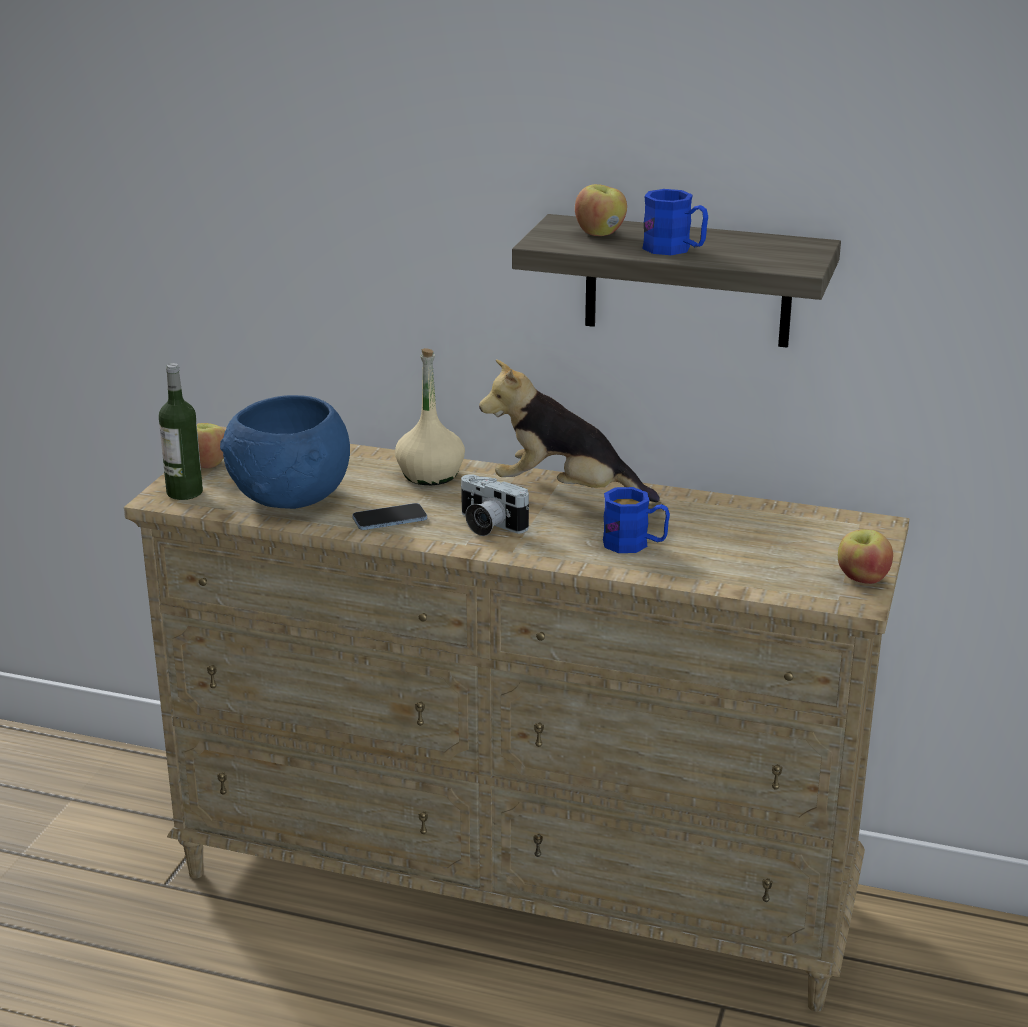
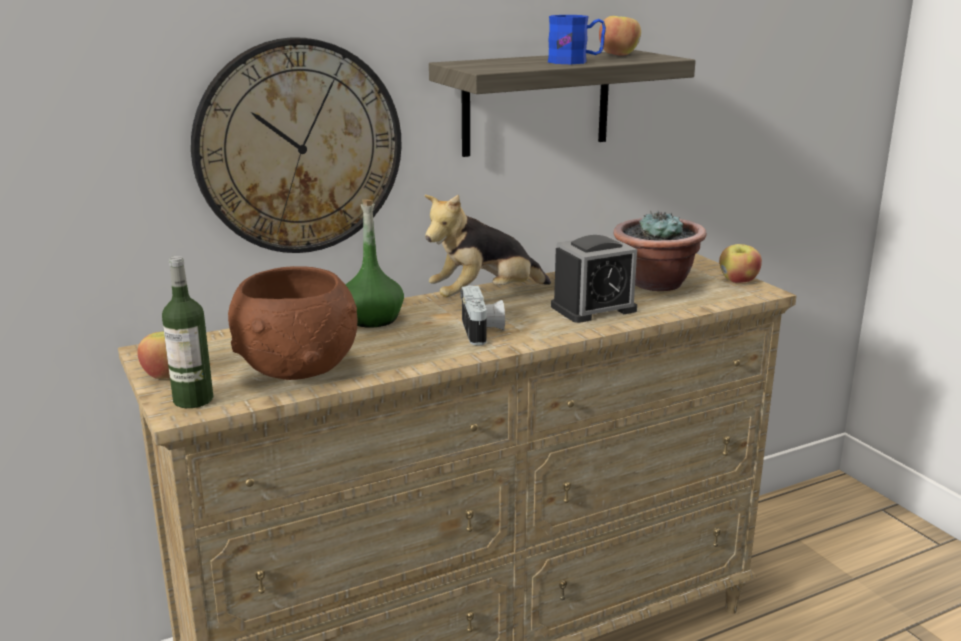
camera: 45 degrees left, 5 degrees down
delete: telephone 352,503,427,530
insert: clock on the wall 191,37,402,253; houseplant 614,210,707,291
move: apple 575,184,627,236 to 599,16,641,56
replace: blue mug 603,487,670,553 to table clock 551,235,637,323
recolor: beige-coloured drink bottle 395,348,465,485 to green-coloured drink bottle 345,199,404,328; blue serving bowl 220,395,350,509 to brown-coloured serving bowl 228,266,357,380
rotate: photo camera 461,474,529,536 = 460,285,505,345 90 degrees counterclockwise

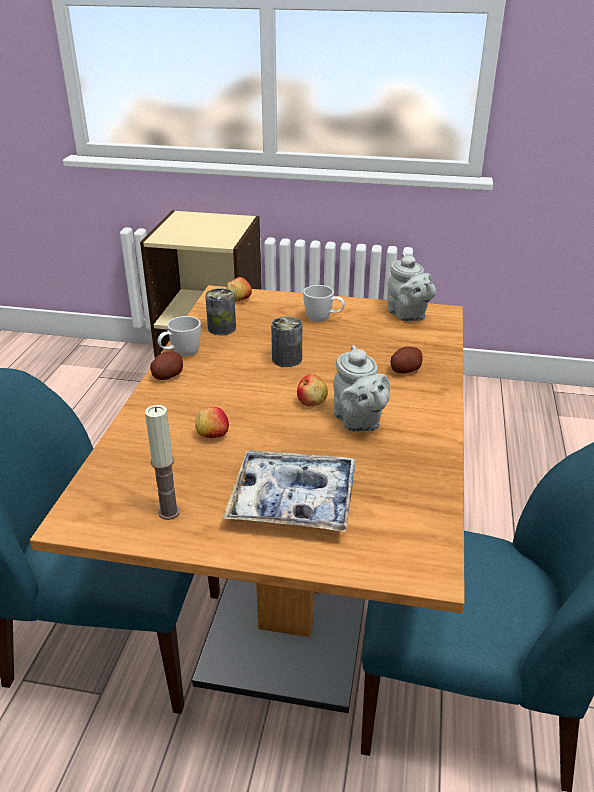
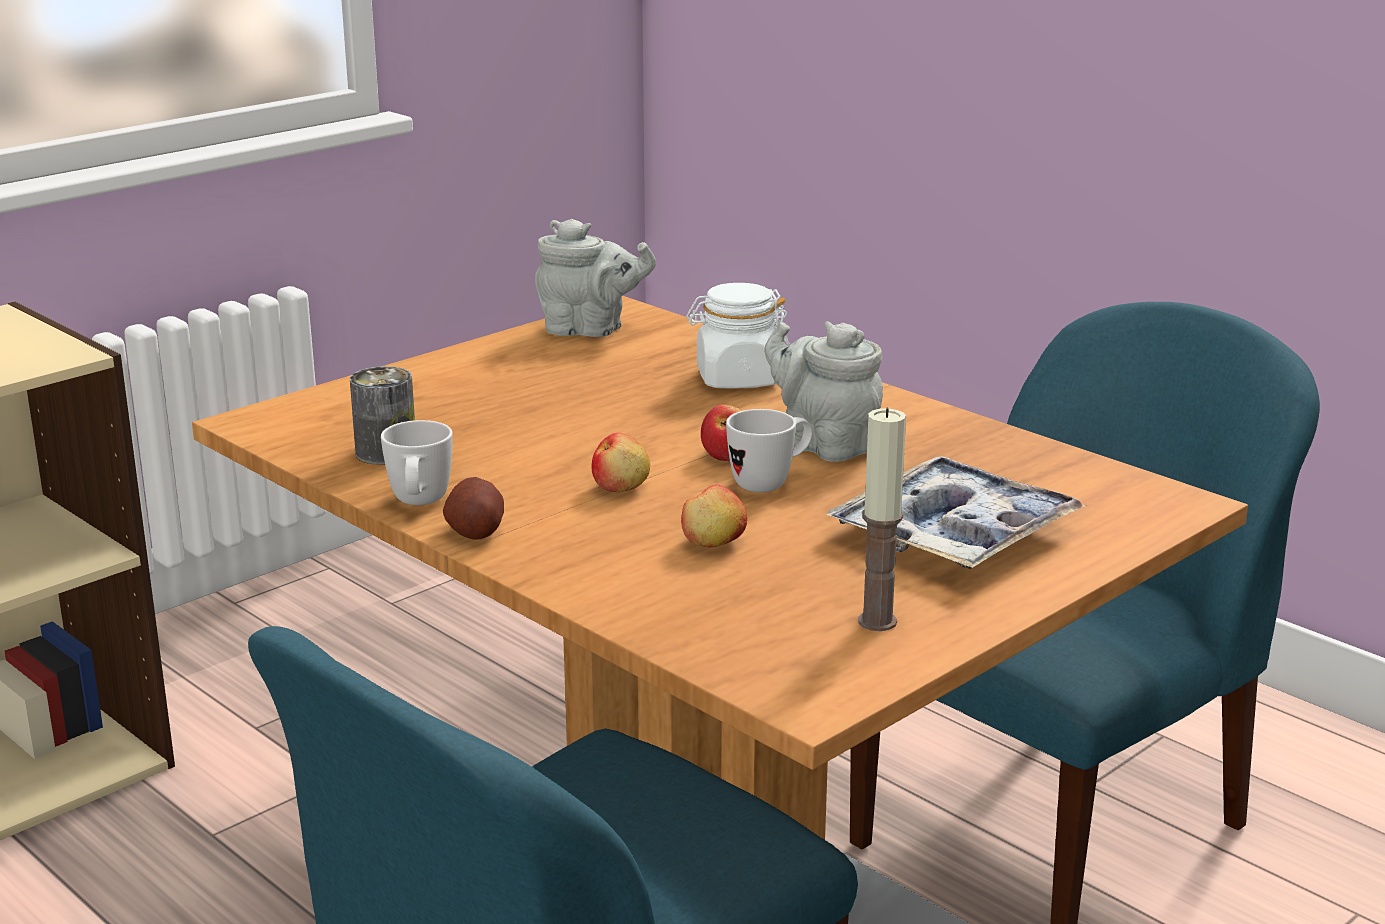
camera: 55 degrees left, 10 degrees down
delete: sealed can 271,316,302,367
move: apple 226,277,252,301 to 592,433,650,492; white mug 303,285,345,322 to 726,409,812,493
replace: whole potato 390,346,422,374 to white storage jar 686,283,790,389
rotate: greyish pot for tea 333,345,390,432 = 764,321,883,462 150 degrees counterclockwise

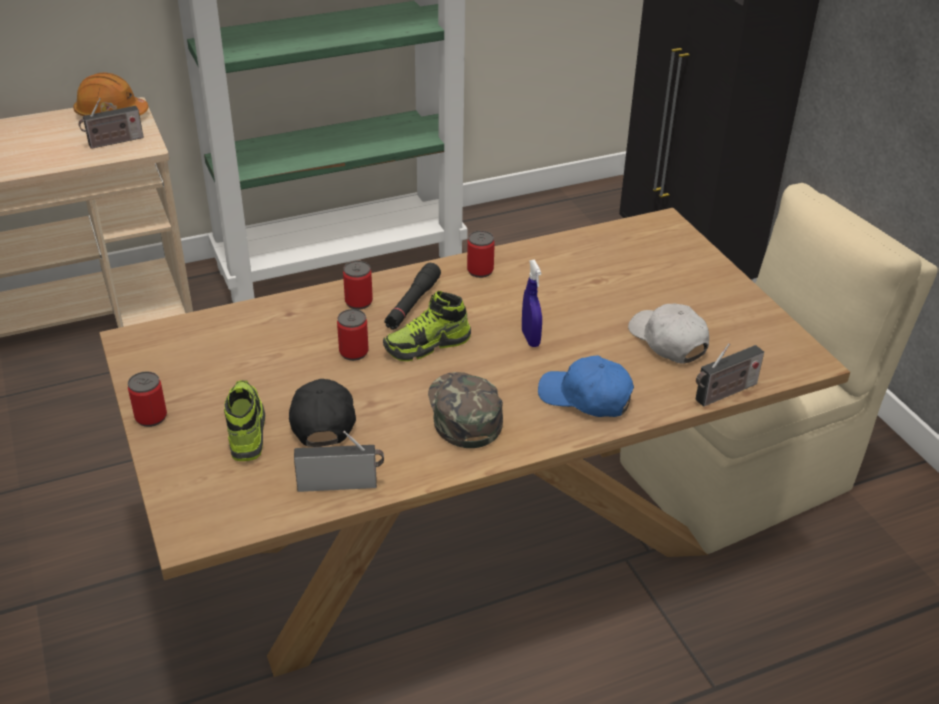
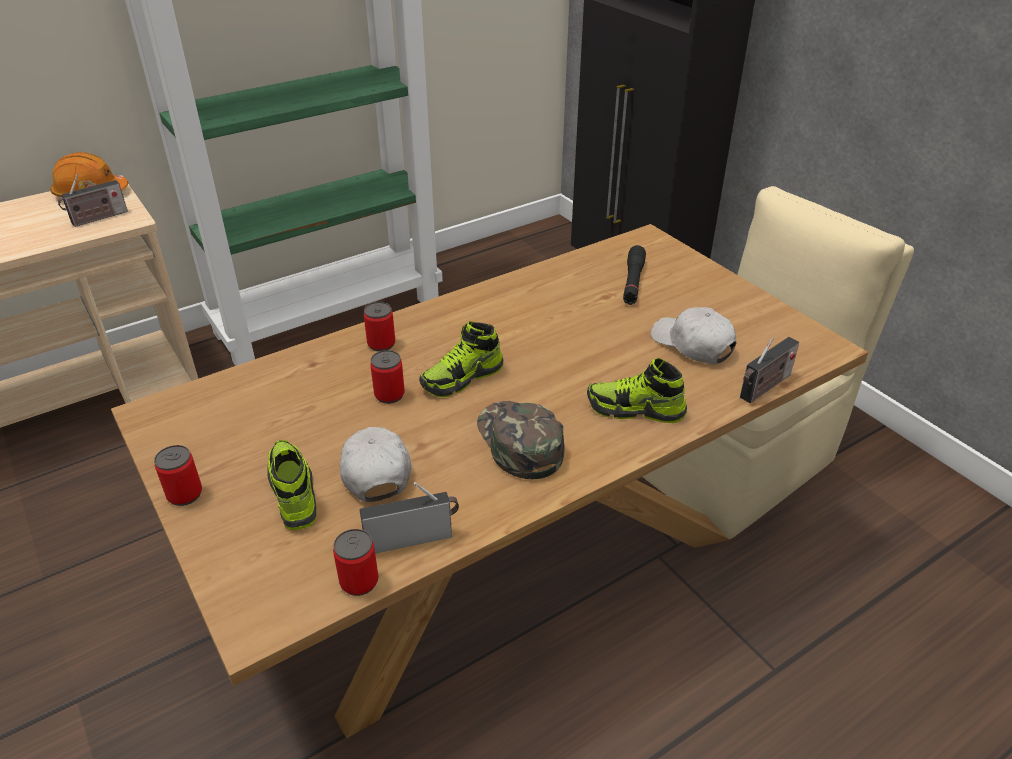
camera: 10 degrees left, 0 degrees up
delete: blue spray bottle 522,260,542,347
move: sealed can 467,231,495,278 to 333,529,379,596; black-coloured flashlight 384,263,441,330 to 623,245,646,305
replace: blue peaked cap 538,355,634,417 to item of footwear 587,358,687,423
recolor: black-coloured peaked cap 289,379,356,447 to white peaked cap 340,427,412,502

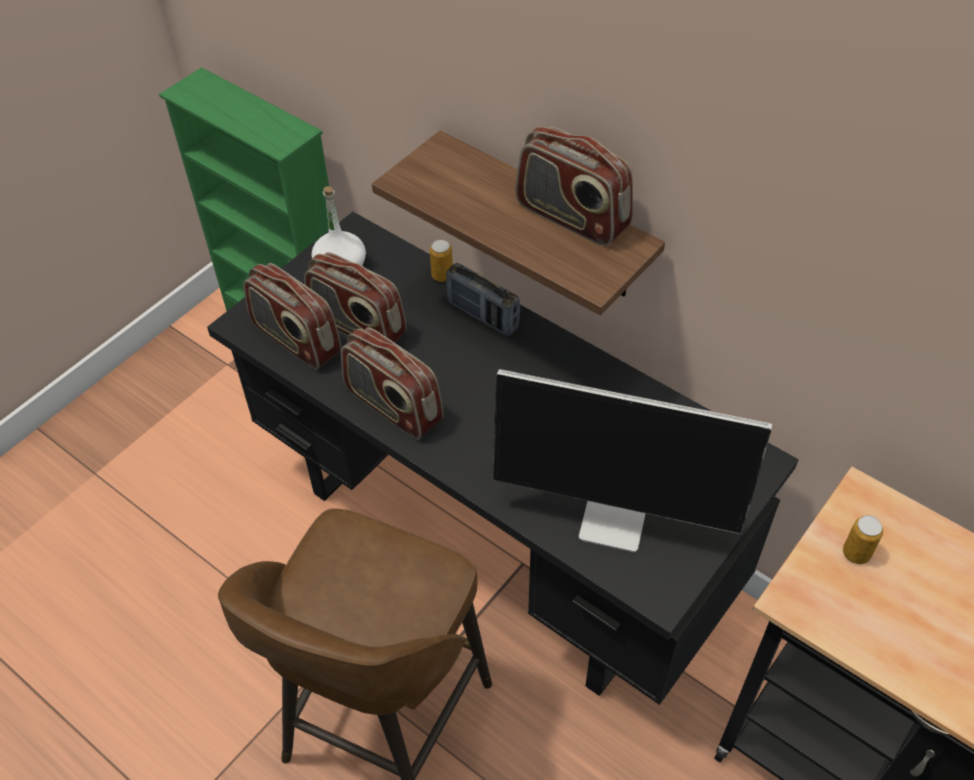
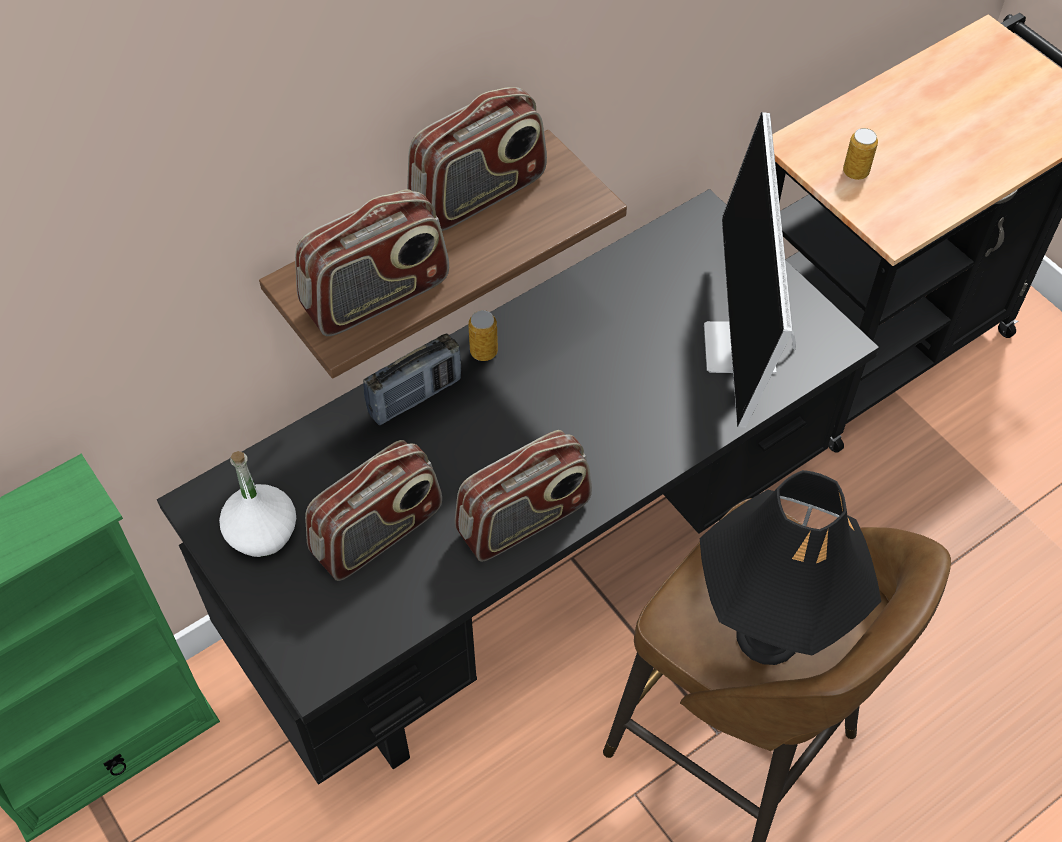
camera: 75 degrees left, 5 degrees up
insert: black-coloured lamp for a table 700,470,881,665
move: sealed can 430,240,453,282 to 468,310,498,361; radio receiver 243,263,342,370 to 295,189,449,336
rotate: monitor 492,369,772,552 = 704,112,796,428 150 degrees clockwise

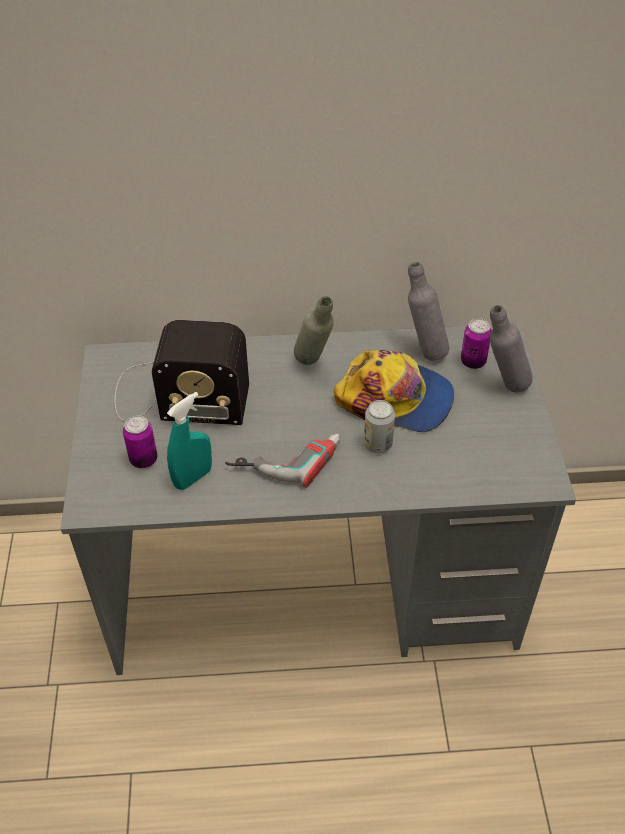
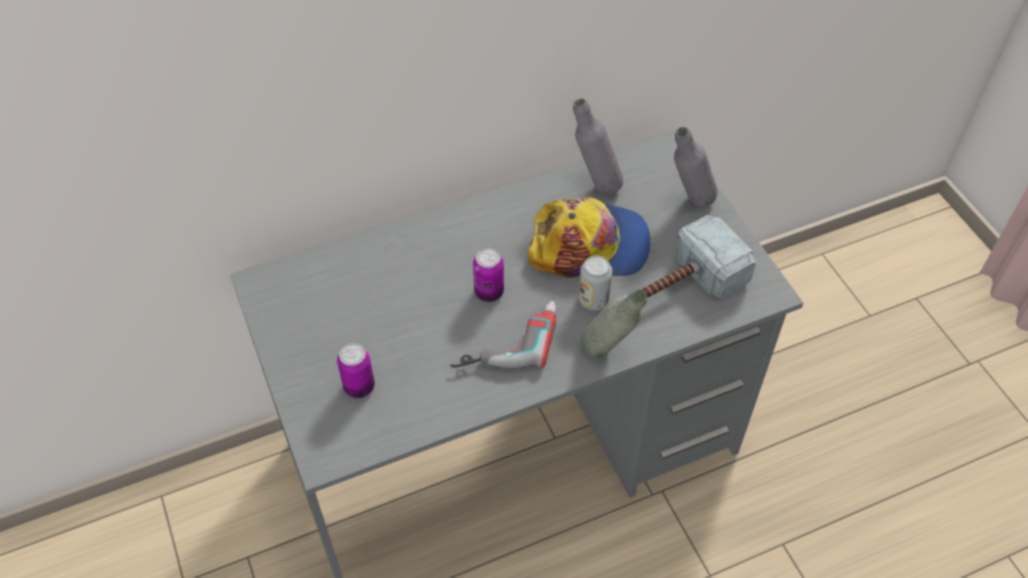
camera: 20 degrees left, 5 degrees up
delete: radio receiver 114,320,249,425; turquoise spray bottle 167,392,212,490
insert: tool hammer 624,215,756,298
move: greyish drink bottle 294,296,334,365 to 581,289,647,357; sealed can 461,318,492,369 to 473,248,504,302

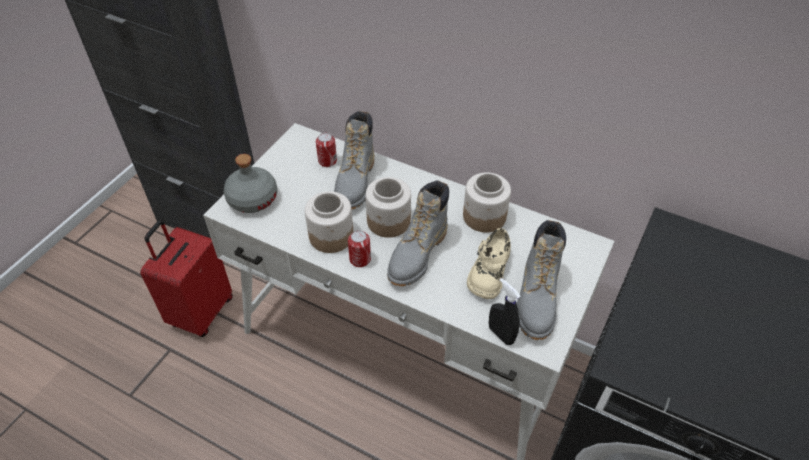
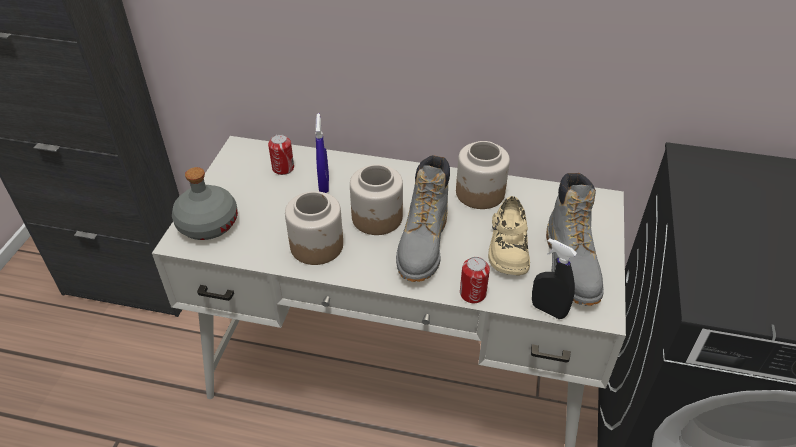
camera: 15 degrees left, 5 degrees down
delete: red-coloured travel case 140,220,233,337
move: sealed can 348,230,371,267 to 460,257,490,303
replace: greyish boot 334,111,374,209 to blue spray bottle 315,113,329,193

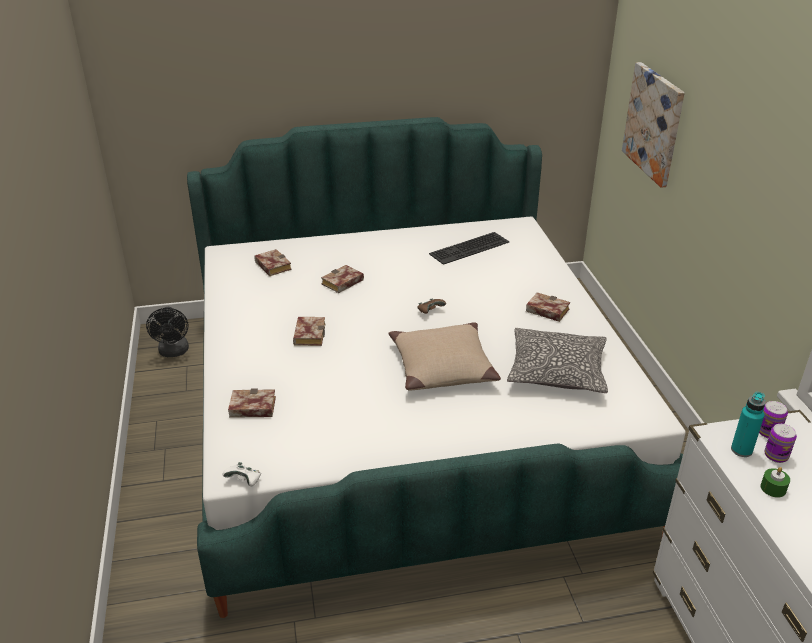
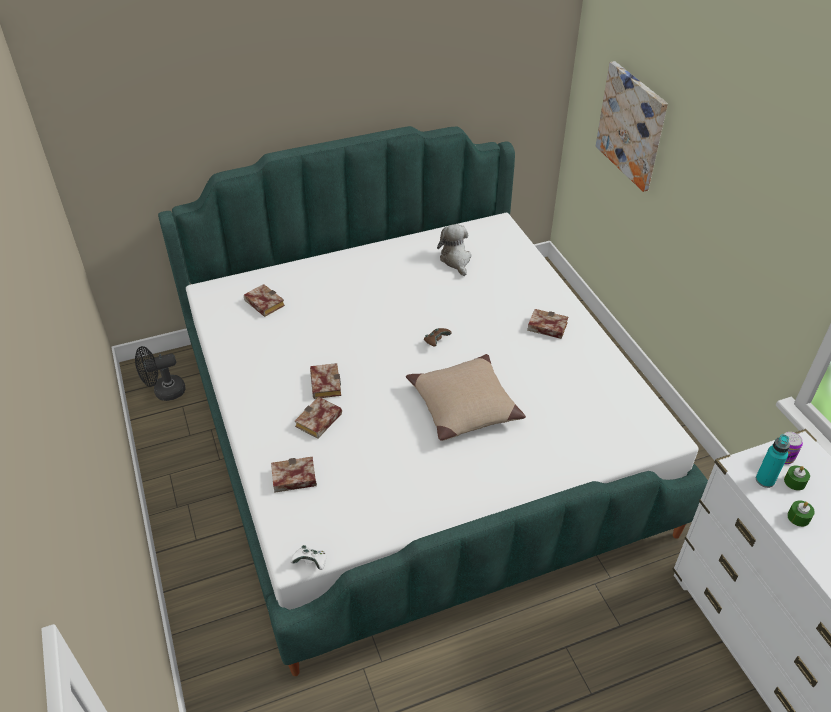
camera: 10 degrees left, 10 degrees up
delete: pillow 507,328,608,393
move: bound book 321,265,364,293 to 295,397,342,439
replace: keyboard 429,232,509,265 to cuddly toy 437,224,471,276; sealed can 765,424,797,463 to green-coloured wax light 784,465,810,491
rotate: black-coloured fan 146,307,189,357 = 135,346,186,401 90 degrees clockwise

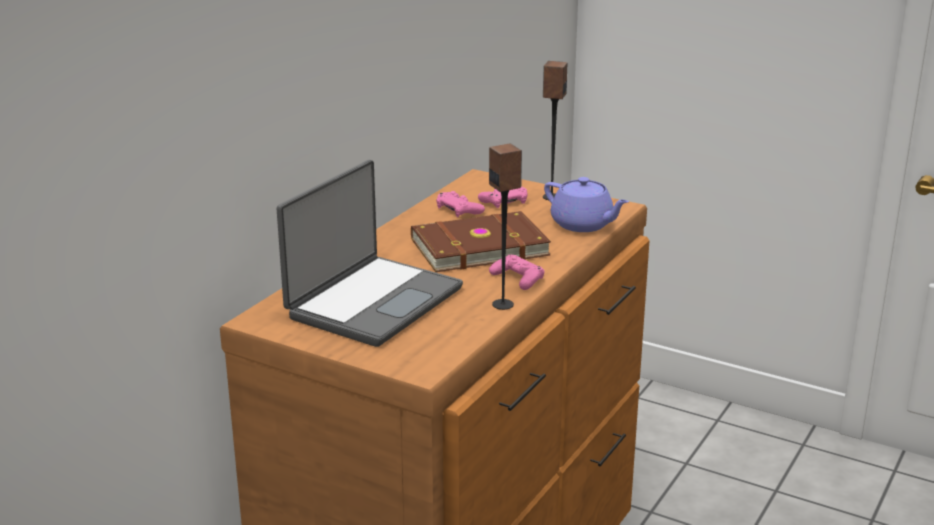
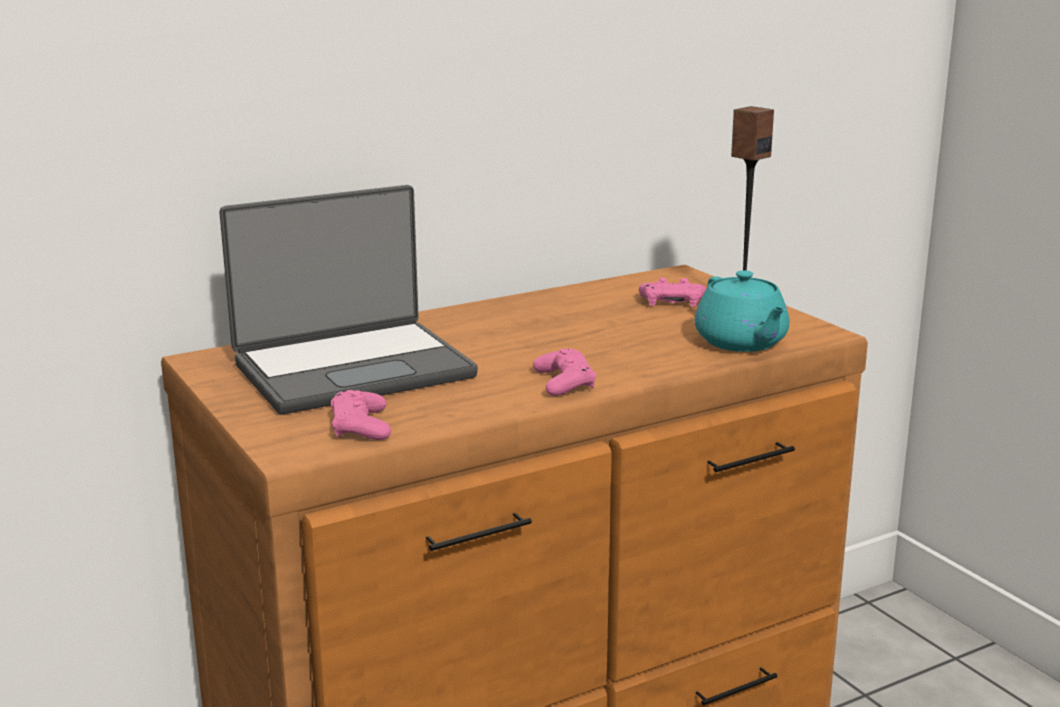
camera: 30 degrees right, 5 degrees down
delete: loudspeaker 489,144,522,310; brown-coloured bound book 411,211,551,272
move: pinkish joypad 436,191,485,217 to 331,390,391,440
recolor: purple pot for tea 544,177,629,232 to turquoise pot for tea 695,270,789,352

